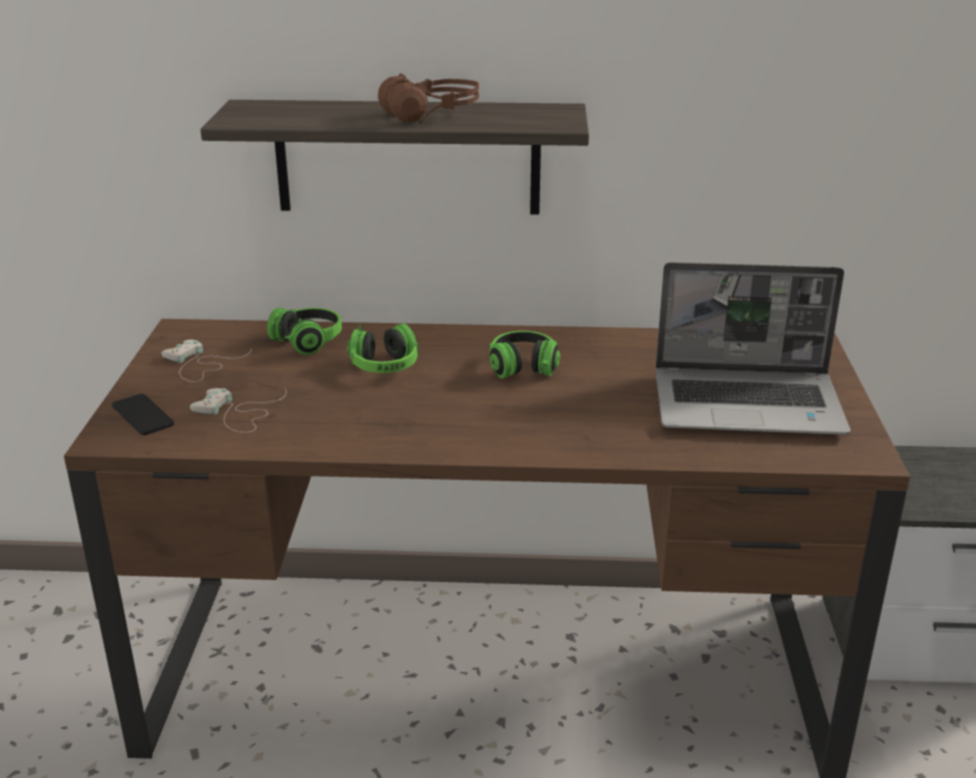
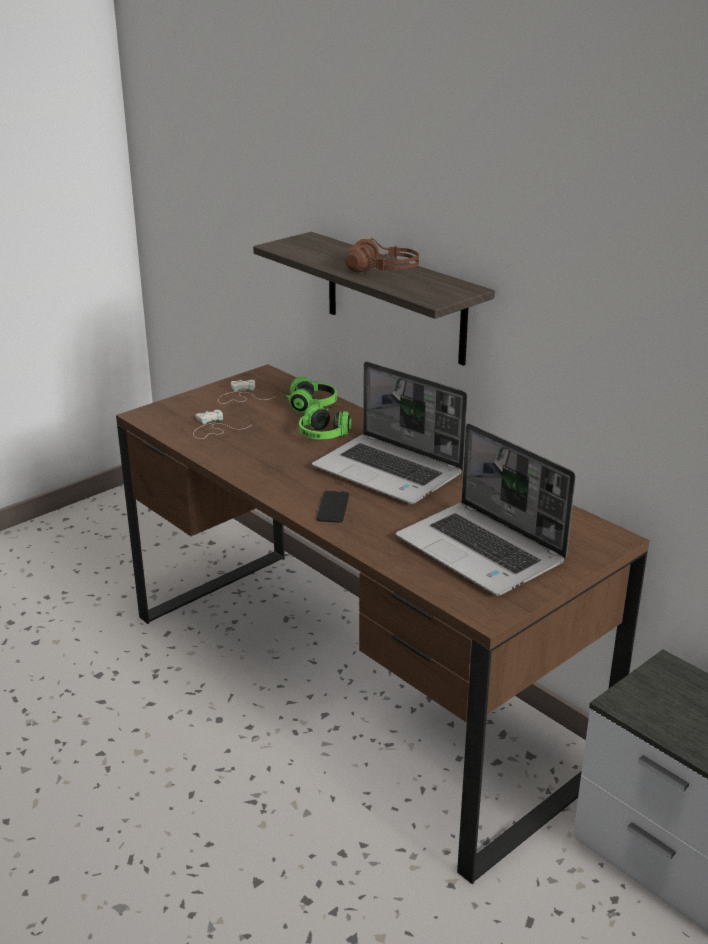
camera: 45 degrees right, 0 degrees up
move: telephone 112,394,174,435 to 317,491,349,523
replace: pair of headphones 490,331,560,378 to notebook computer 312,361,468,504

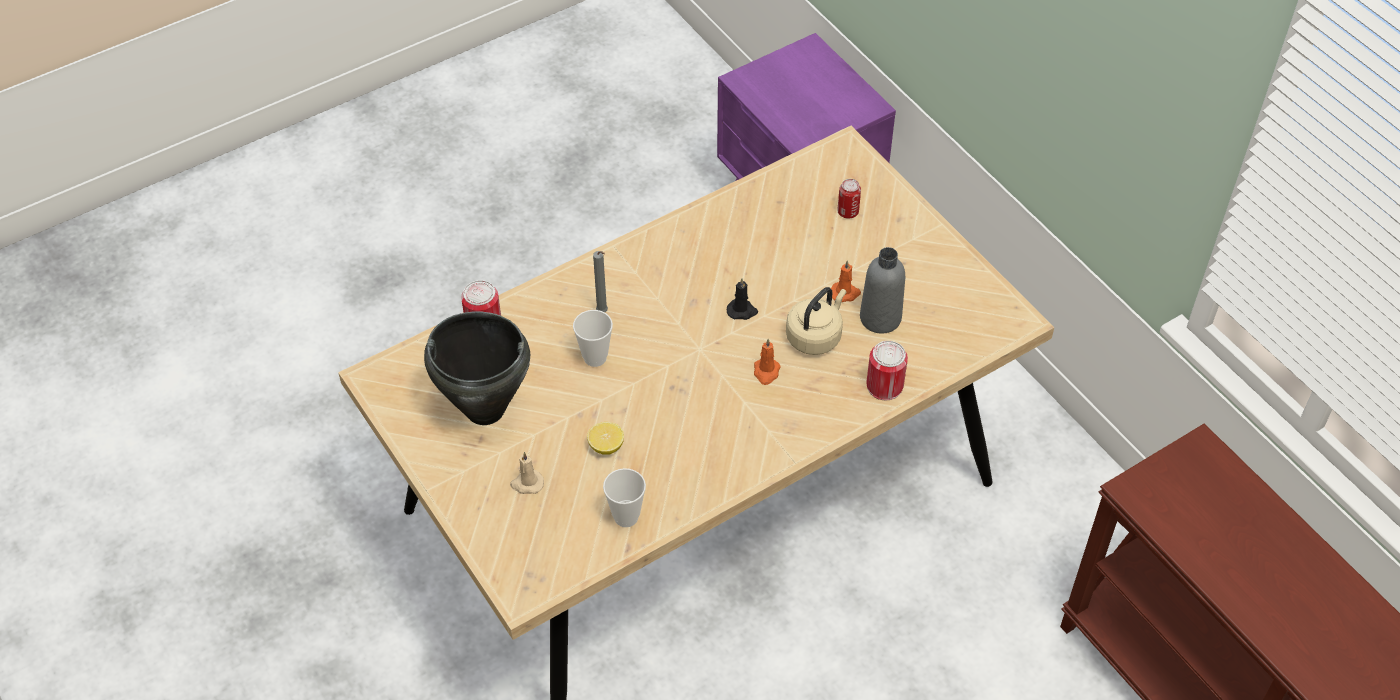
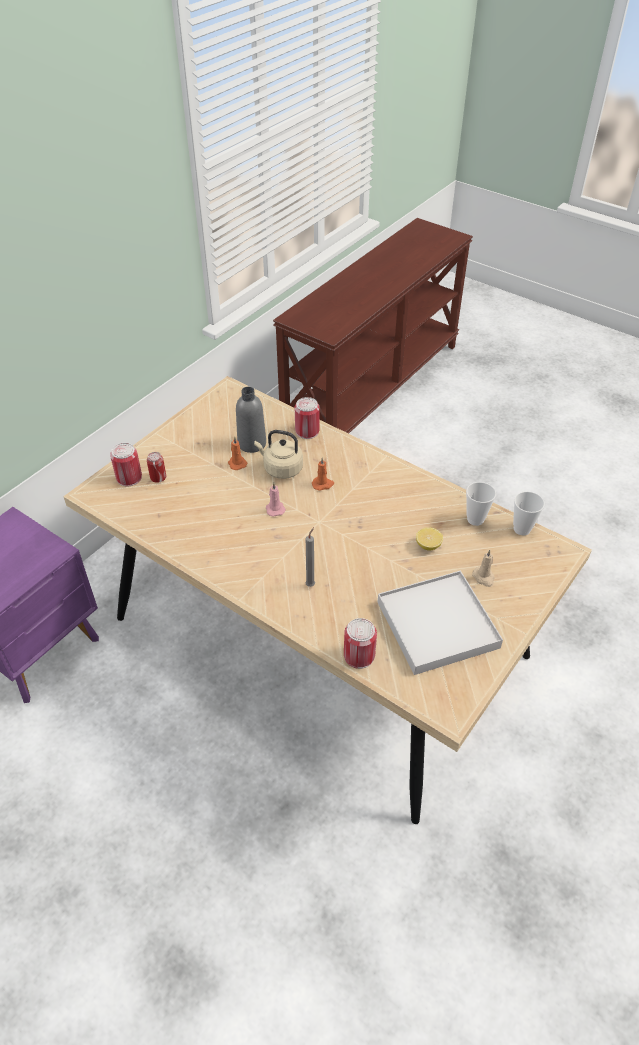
camera: 110 degrees left, 5 degrees down
insert: sealed can 110,443,142,486
move: small cup 573,310,613,367 to 513,491,545,535
replace: black-coloured cooking pot 424,311,530,425 to white tray 378,571,503,675
recolor: black-coloured wax light 727,278,758,320 to pinkish wax light 266,483,286,517

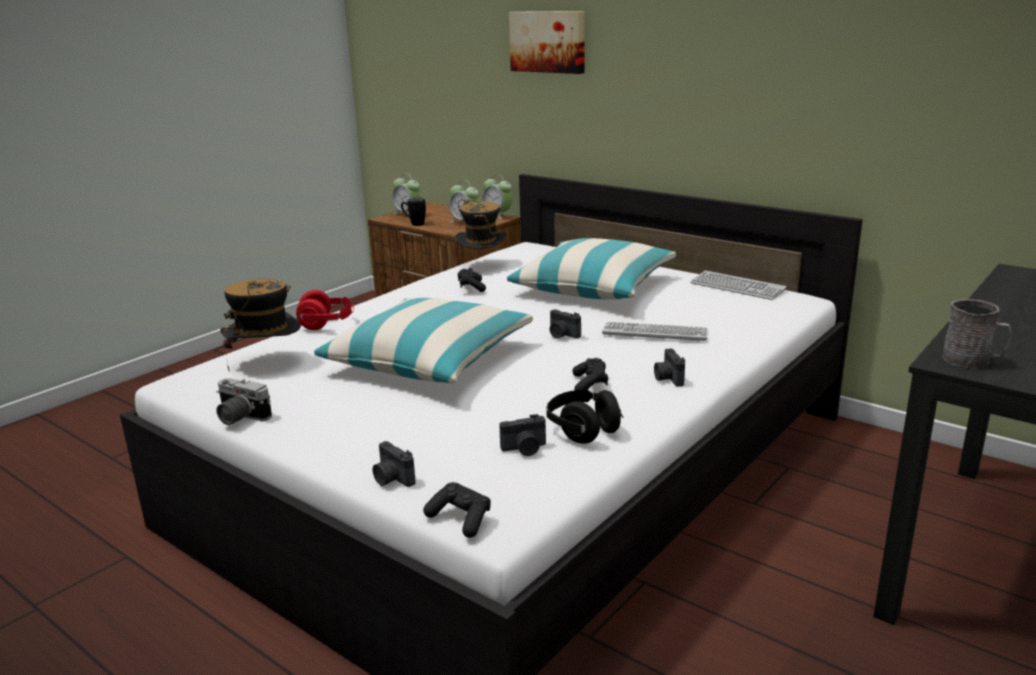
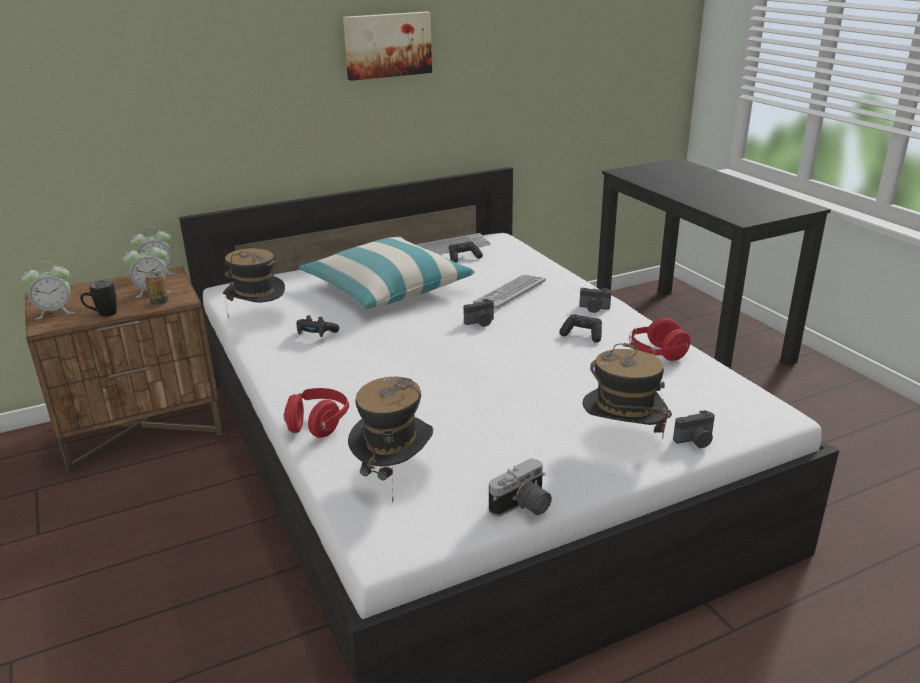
camera: 65 degrees left, 5 degrees up
delete: pillow 314,298,533,383; greyish mug 942,299,1012,369; photo camera 499,414,546,456
insert: sealed can 145,272,169,306; clothing hat 583,340,672,440
move: wall picture 509,11,585,74 to 343,11,432,81; black-coloured joypad 423,482,491,538 to 449,241,483,263
recolor: black-coloured pair of headphones 546,390,624,444 to red-coloured pair of headphones 629,318,690,361

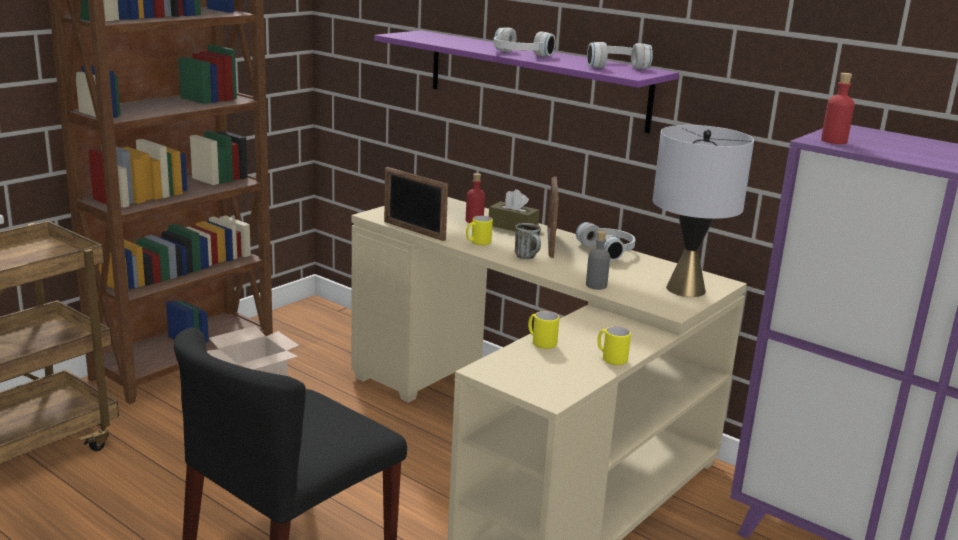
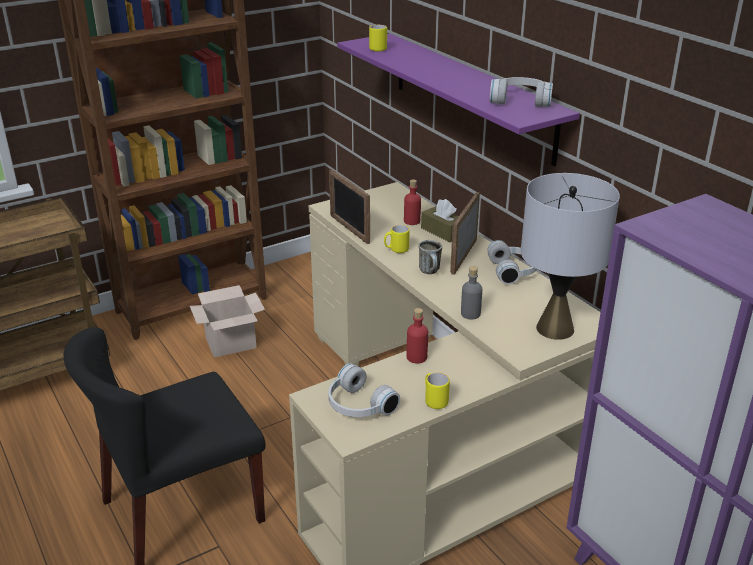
camera: 20 degrees right, 10 degrees up
move: white pair of headphones 493,28,555,56 to 328,363,400,417; red-coloured drink bottle 821,73,854,144 to 407,308,428,364; yellowish mug 528,311,559,349 to 369,25,387,52

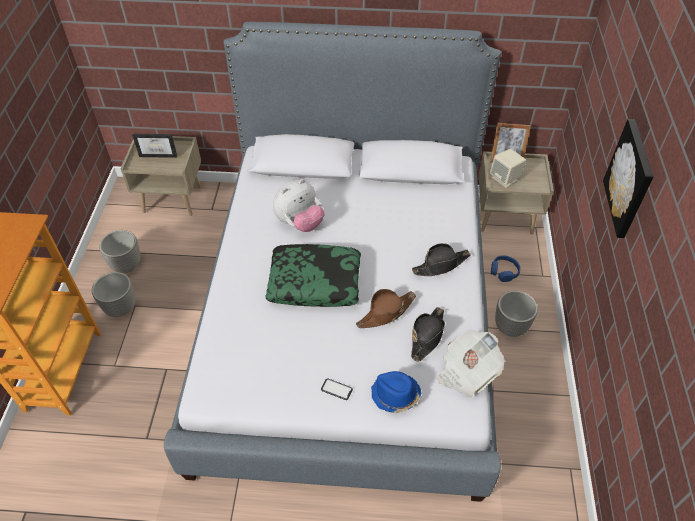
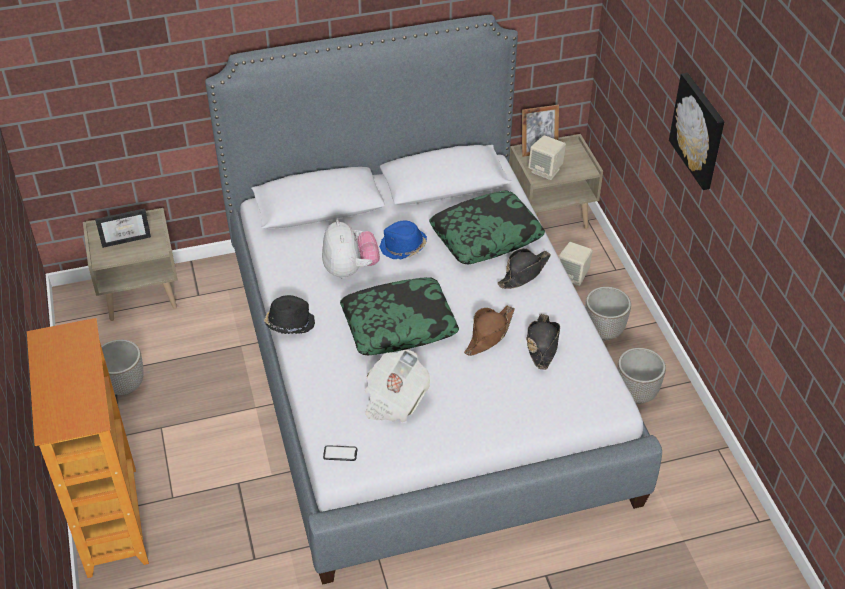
camera: 20 degrees left, 5 degrees down
insert: pillow 429,190,545,264; black-coloured clothing hat 264,295,315,334
move: plant pot 92,272,135,317 to 617,348,666,404; daily paper 438,329,504,397 to 365,350,430,422; blue clothing hat 371,371,421,413 to 379,221,427,259; telephone 321,379,353,400 to 323,445,358,461
replace: blue pair of headphones 491,256,520,282 to beige-coloured loudspeaker 559,242,593,286
rotate: cuddly toy 273,179,325,232 = 322,219,380,279 45 degrees counterclockwise

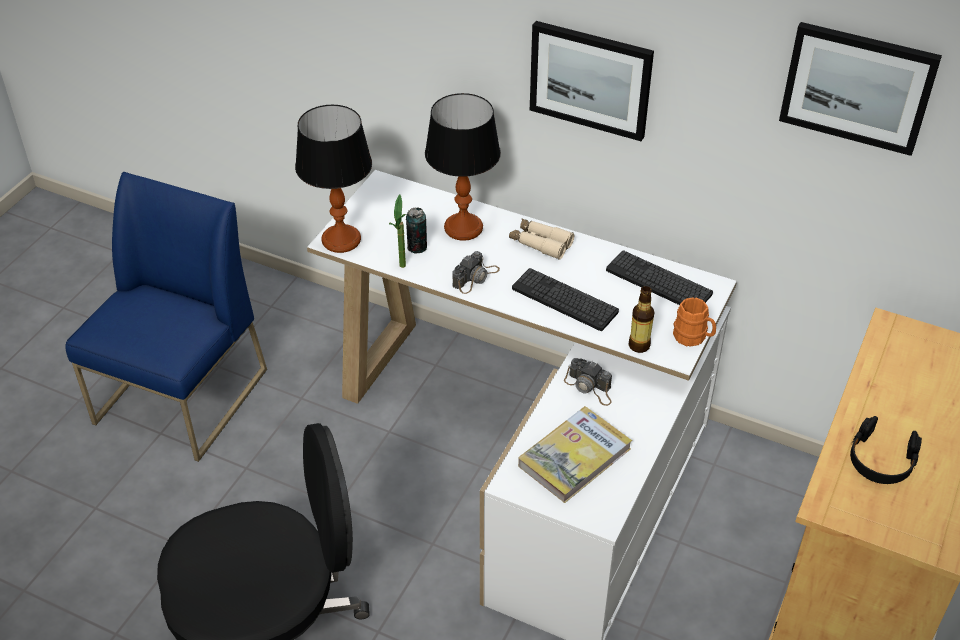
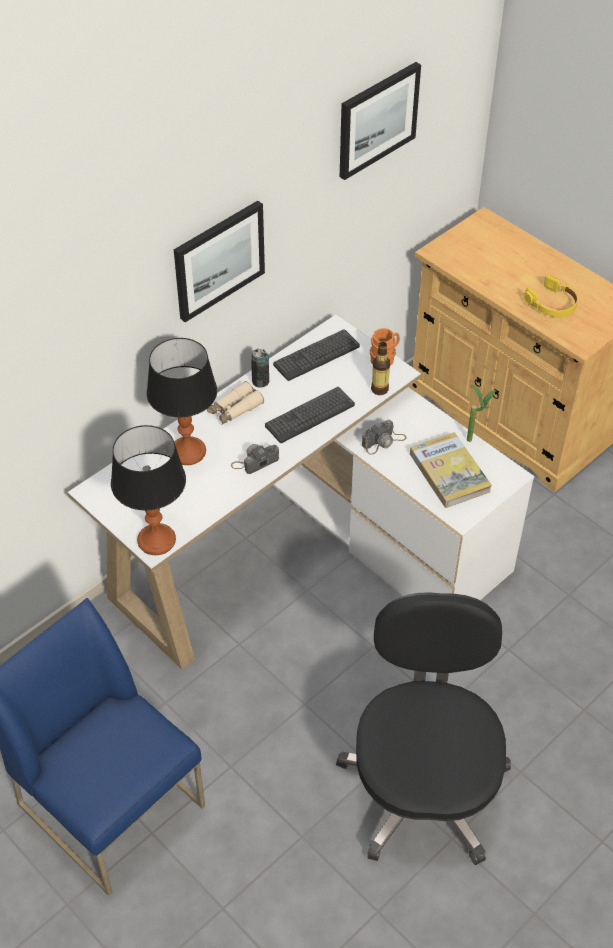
camera: 70 degrees left, 5 degrees up
move: houseplant 389,194,406,268 to 467,385,496,442; sealed can 406,207,427,253 to 251,349,270,387
recolor: black-coloured pair of headphones 850,416,922,484 to yellowish pair of headphones 524,275,578,317
rotate: photo camera 452,251,500,294 = 231,444,279,474 90 degrees counterclockwise

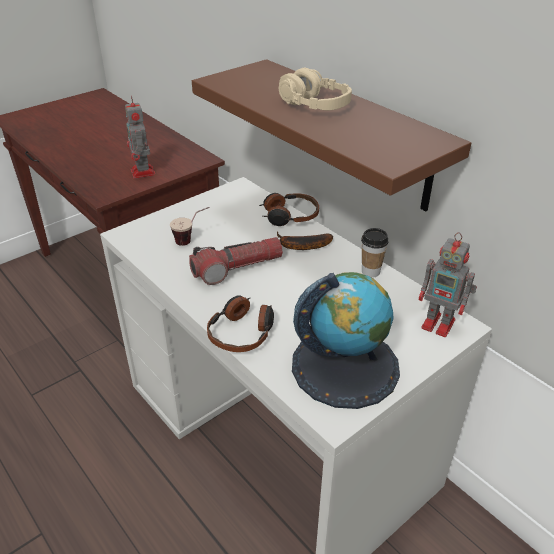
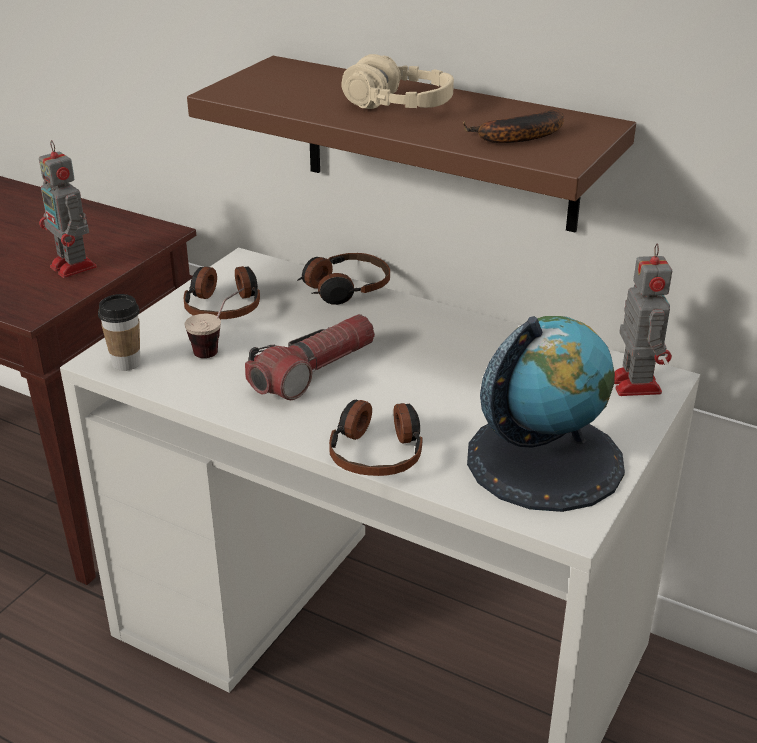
camera: 20 degrees left, 5 degrees down
insert: pair of headphones 183,266,260,319
move: small cup 361,228,388,278 to 98,294,141,371; banana 277,231,333,250 to 463,109,564,143
rotate: model robot 418,232,477,337 = 614,243,672,396 105 degrees counterclockwise

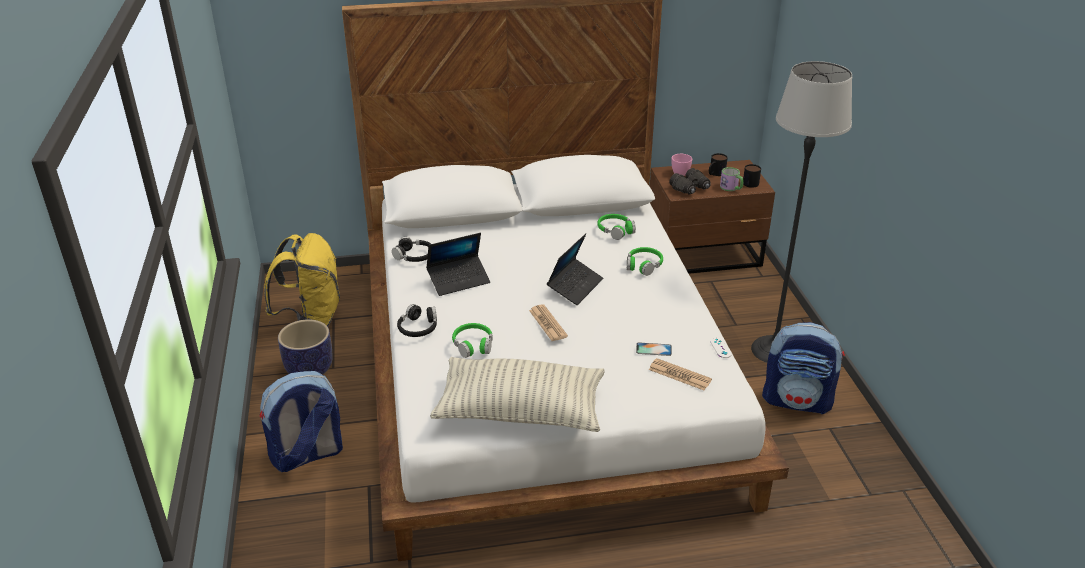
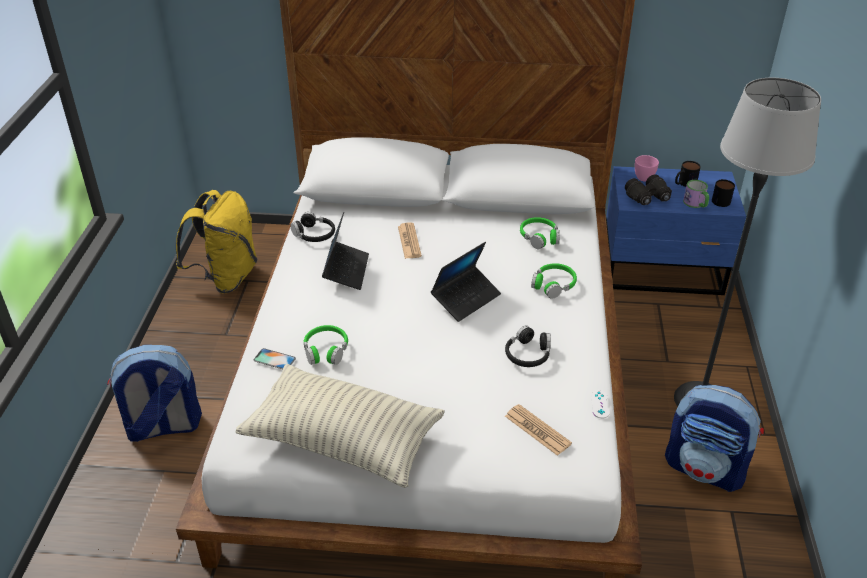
camera: 15 degrees right, 5 degrees up
delete: plant pot 278,319,332,375
move: black-coloured pair of headphones 397,304,437,337 to 505,326,551,367; daily paper 529,305,568,341 to 398,222,422,258; telephone 636,342,672,356 to 254,348,296,369
recolor: brown-coloured bedside table 650,160,775,274 to blue bedside table 606,166,746,295
rotate: notebook computer 426,233,490,296 = 322,212,369,290 75 degrees counterclockwise

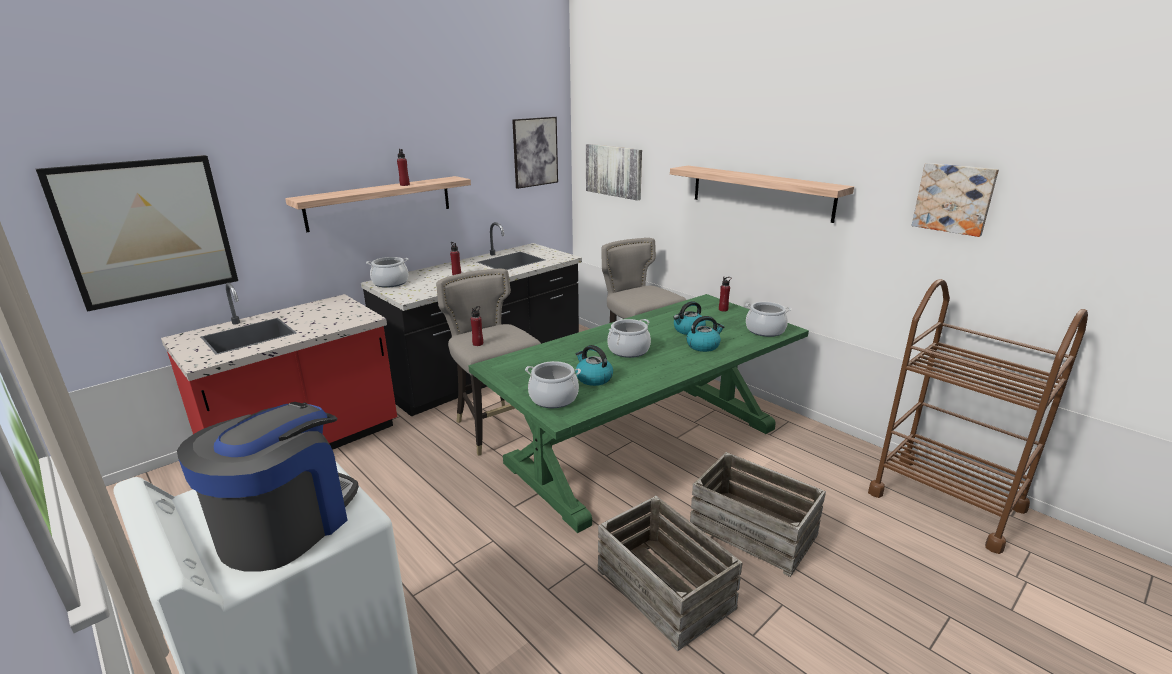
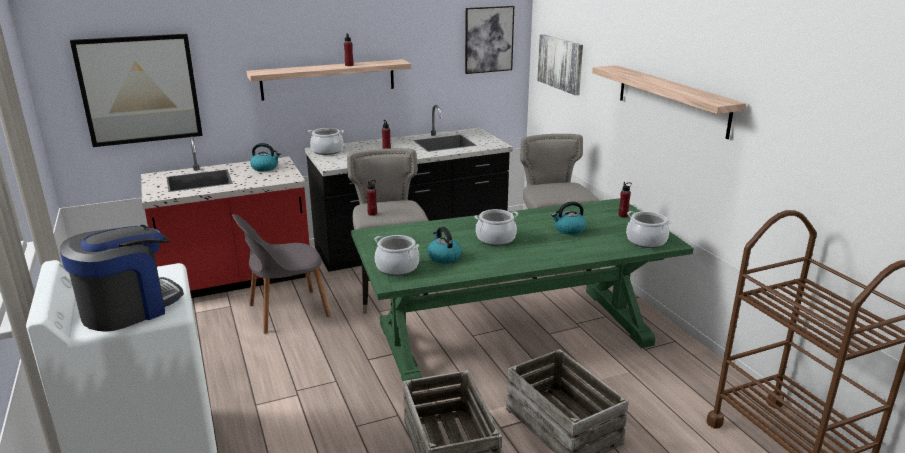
camera: 20 degrees right, 0 degrees up
delete: wall picture 912,163,999,237
insert: greyish chair 232,214,330,334
move: tea kettle 686,316,724,352 to 250,143,281,171

